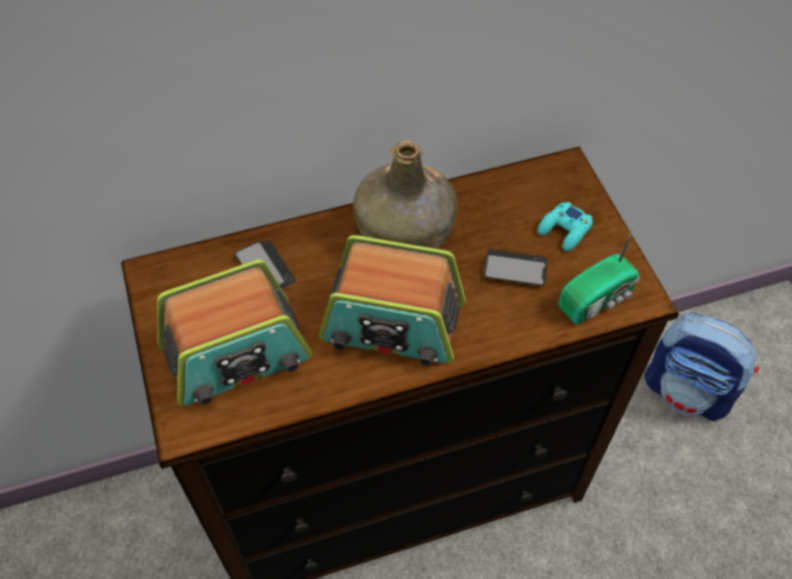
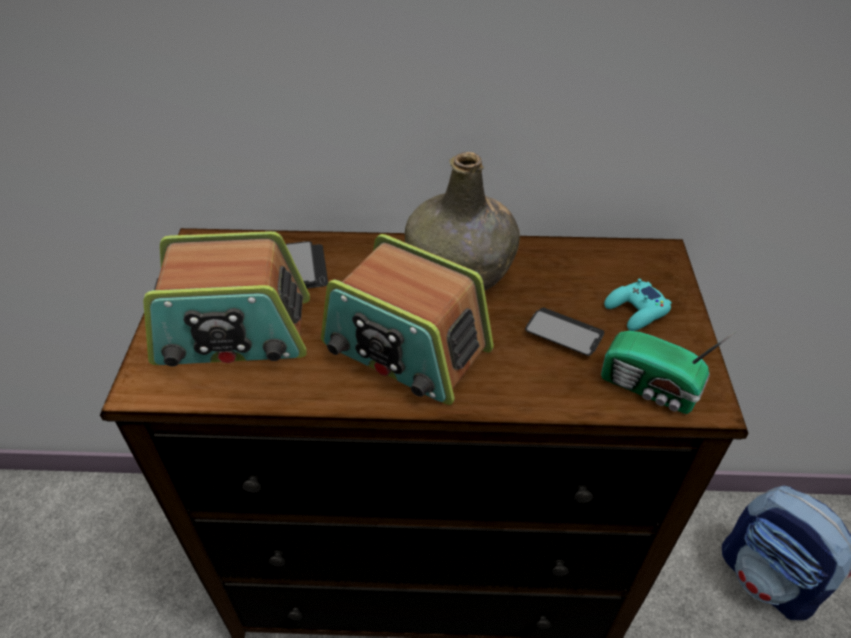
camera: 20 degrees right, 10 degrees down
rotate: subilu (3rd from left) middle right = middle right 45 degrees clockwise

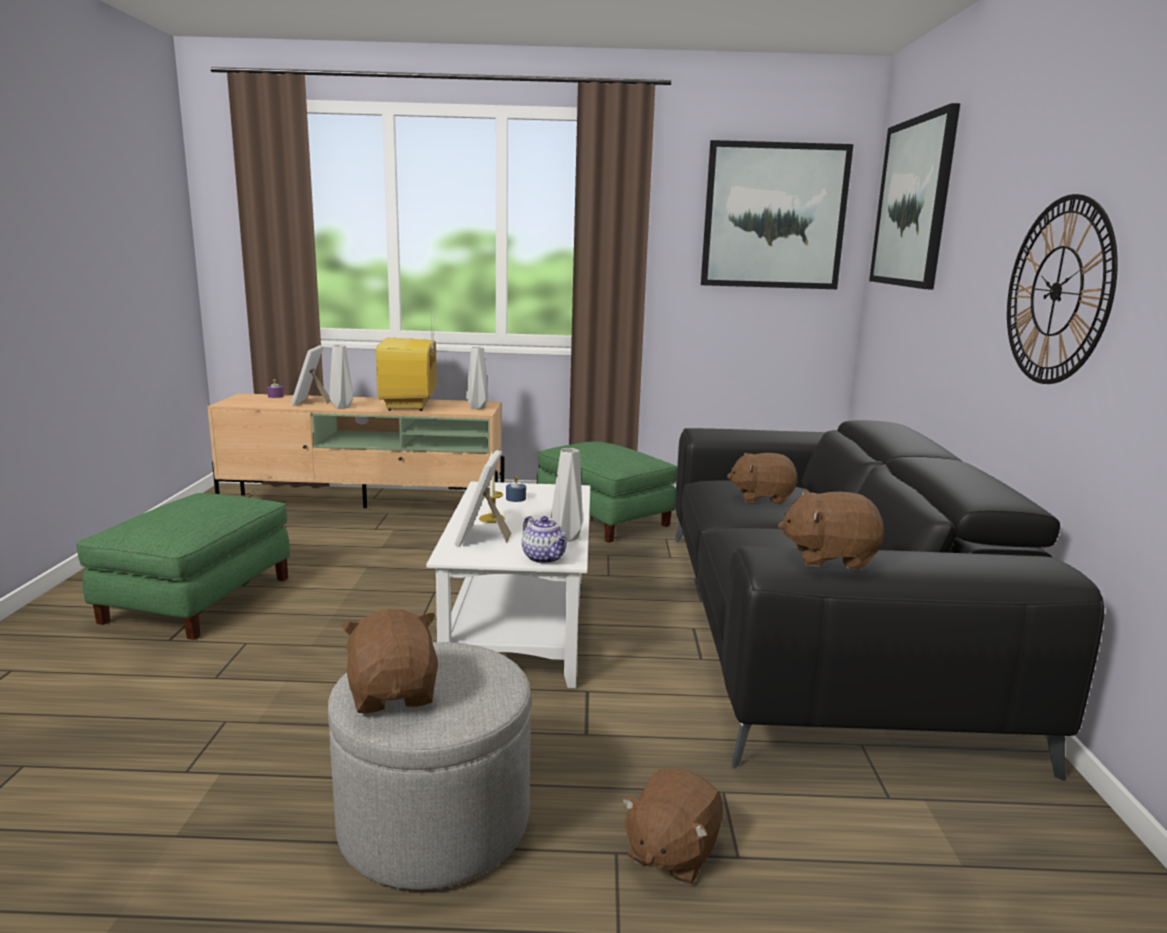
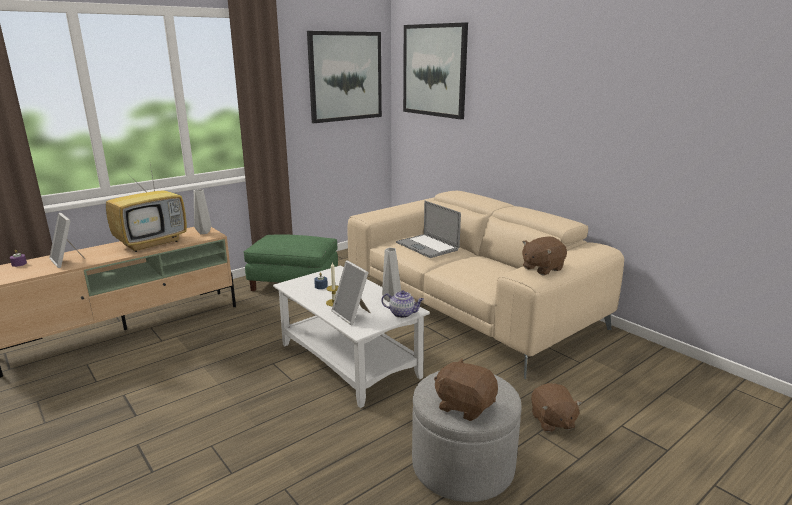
camera: 40 degrees left, 5 degrees up
delete: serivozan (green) (1st from left) middle left; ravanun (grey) (1st from left) middle left; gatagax top right
replace: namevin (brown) (3rd from left) centre to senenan centre
recolor: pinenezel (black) middle right to pinenezel (beige) centre
rotate: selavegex centre = middle left 90 degrees counterclockwise

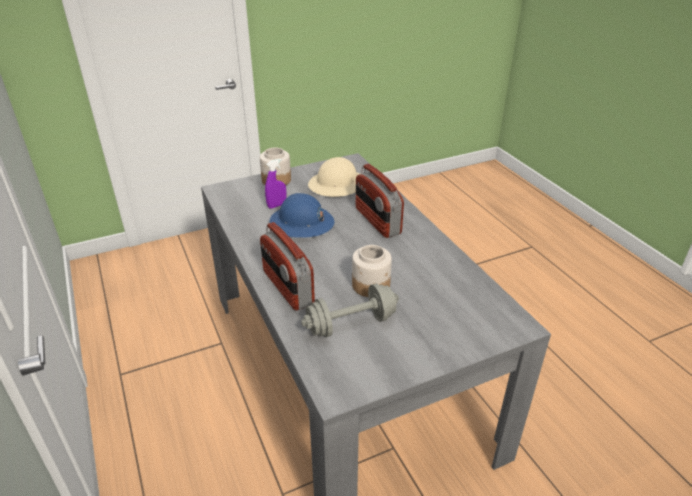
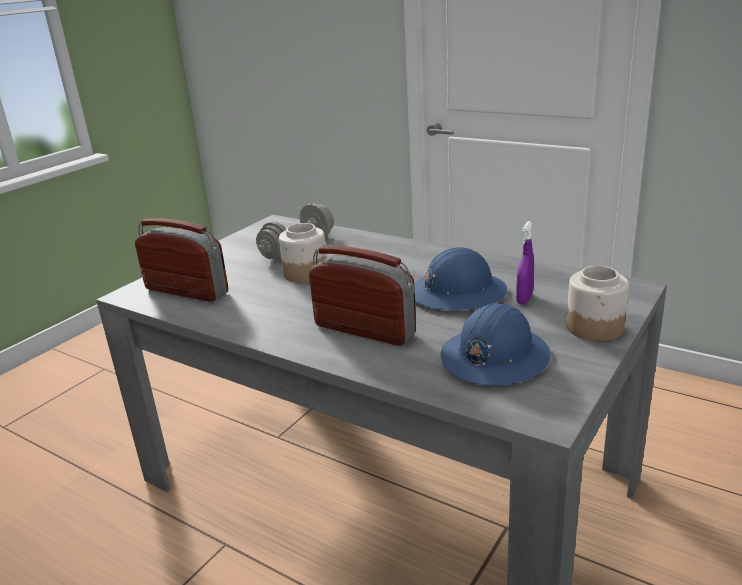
camera: 150 degrees right, 10 degrees down
move: subilu (1st from left) centre to middle left
recolor: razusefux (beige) centre to razusefux (blue) (2nd from left) middle right

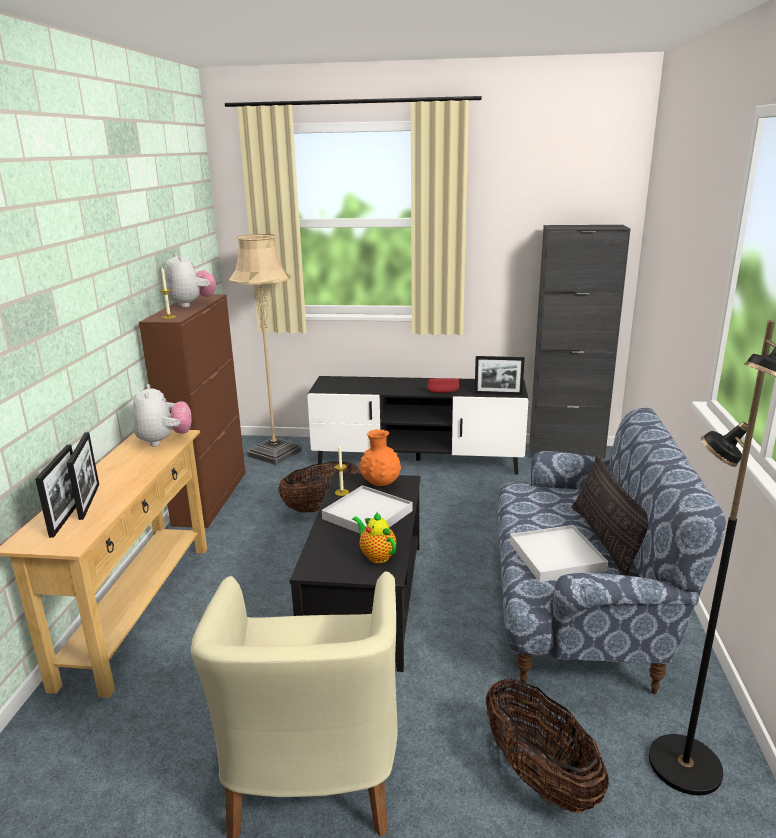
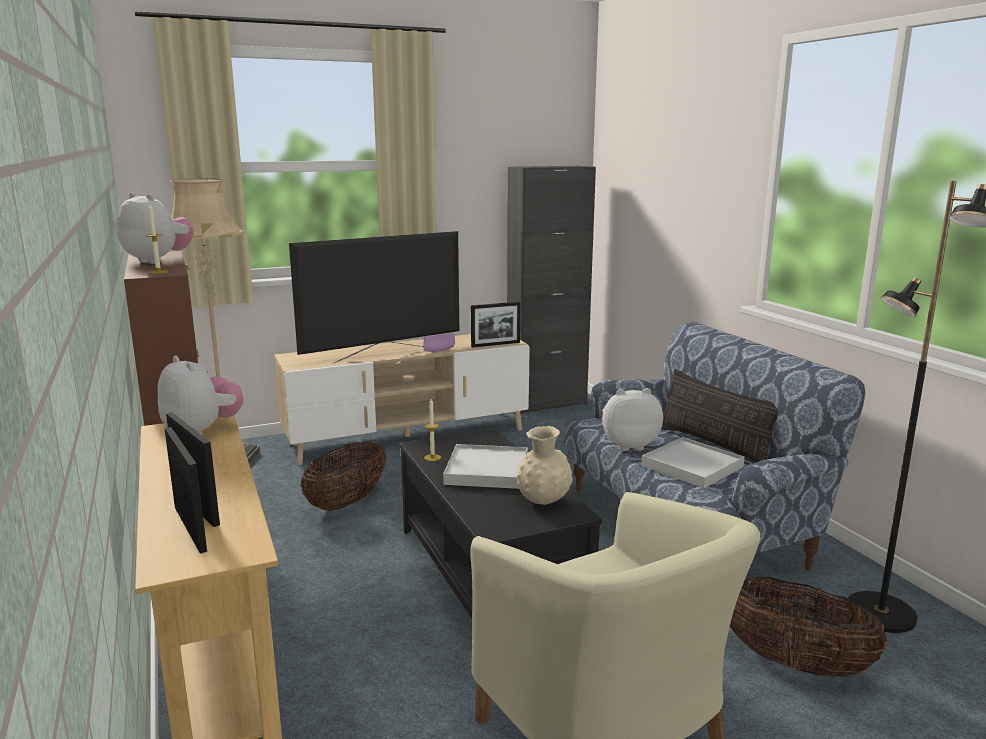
camera: 30 degrees left, 5 degrees down
delete: ravanun (orange) centre
insert: selavegex centre; namevin (3rd from left) centre
replace: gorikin centre to ravanun (beige) centre
recolor: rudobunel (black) centre to rudobunel (beige) centre; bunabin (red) centre to bunabin (purple) centre

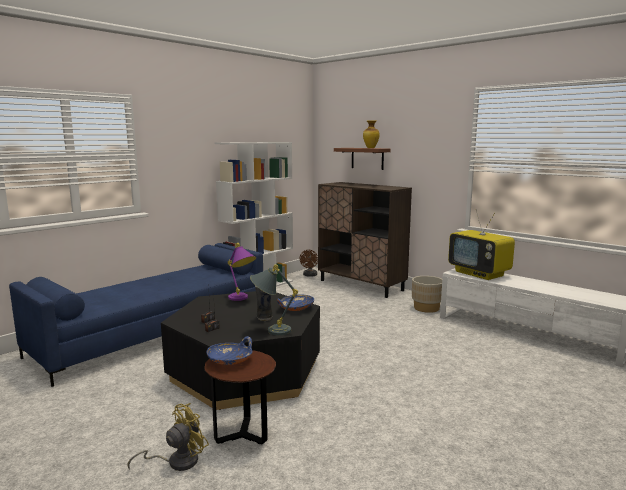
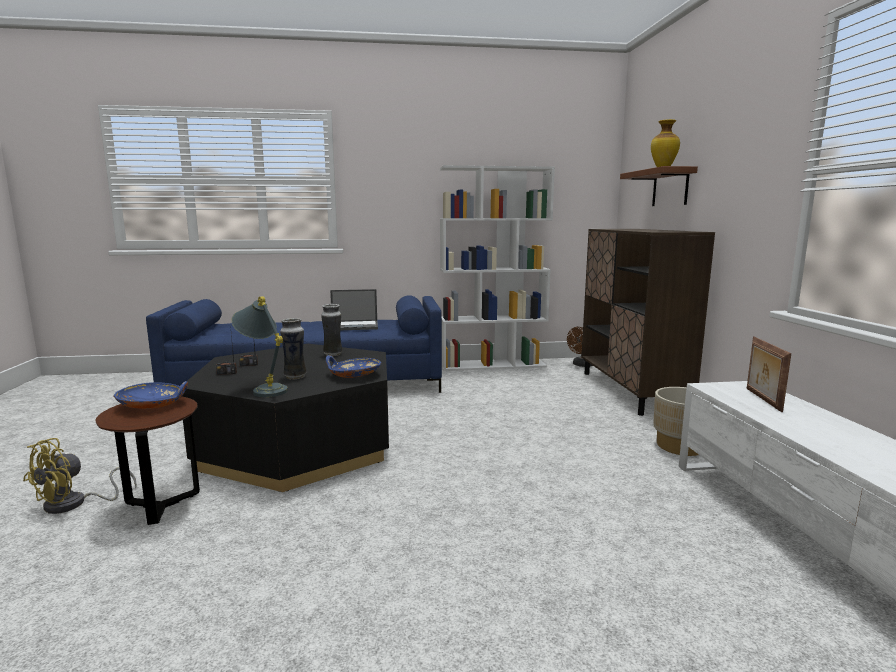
camera: 40 degrees right, 0 degrees up
insert: senenan centre
replace: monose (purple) centre to ravanun (2nd from left) centre; selavegex middle right to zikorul middle right
rotate: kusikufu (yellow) bottom left = bottom left 120 degrees clockwise

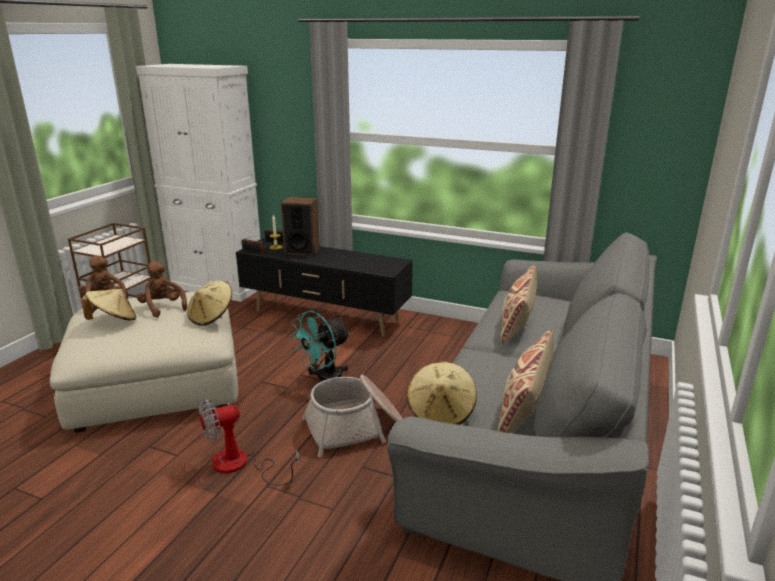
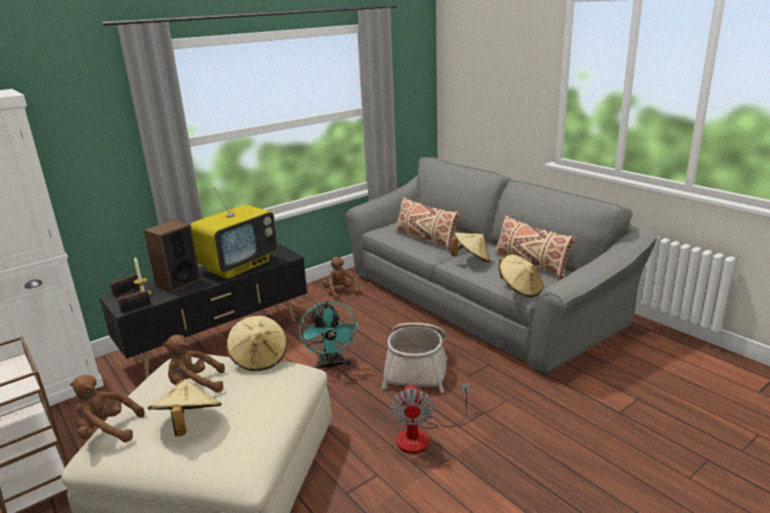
camera: 60 degrees left, 0 degrees up
insert: selavegex middle left; namevin (brown) (3rd from left) centre; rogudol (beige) (3rd from left) centre

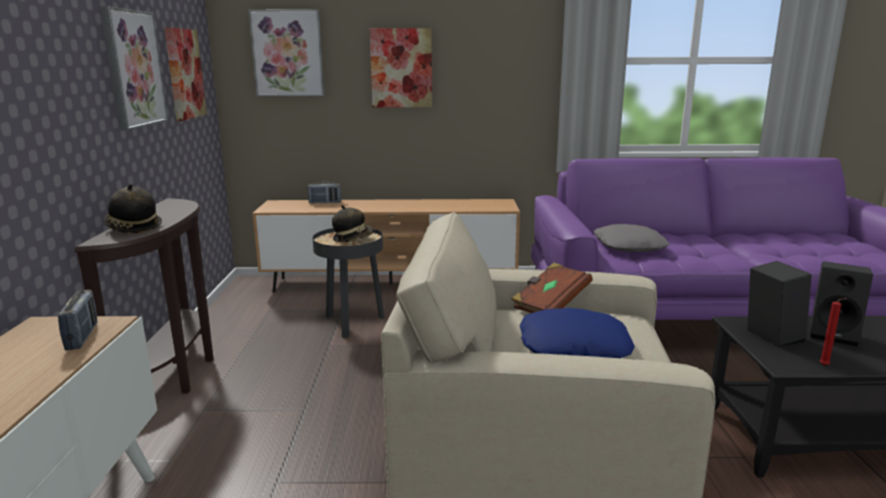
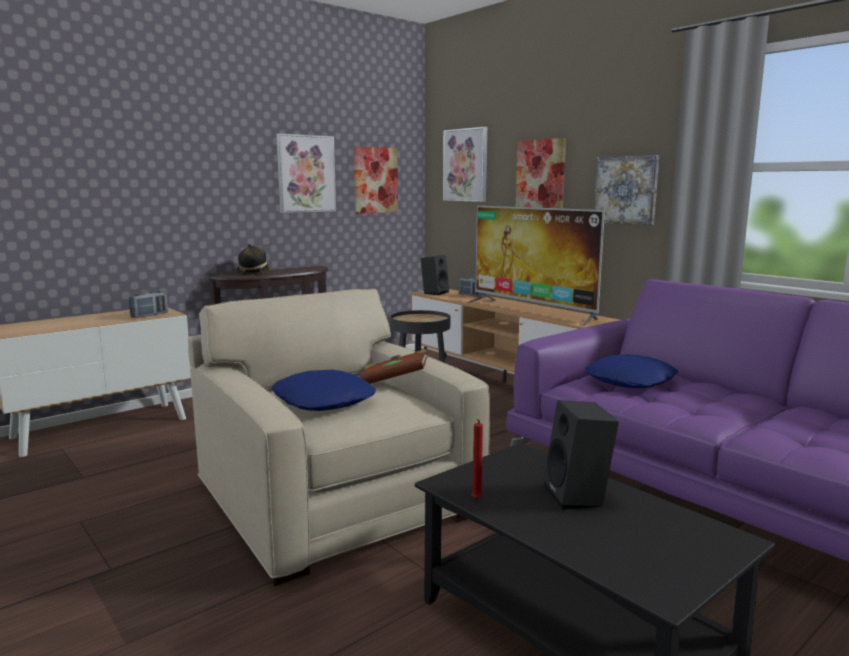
camera: 50 degrees right, 5 degrees down
delete: rogudol (2nd from left) centre
insert: selavegex centre; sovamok (5th from left) top right
move: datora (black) (1st from left) middle right to centre
recolor: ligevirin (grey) middle right to ligevirin (blue) (2nd from left) middle right

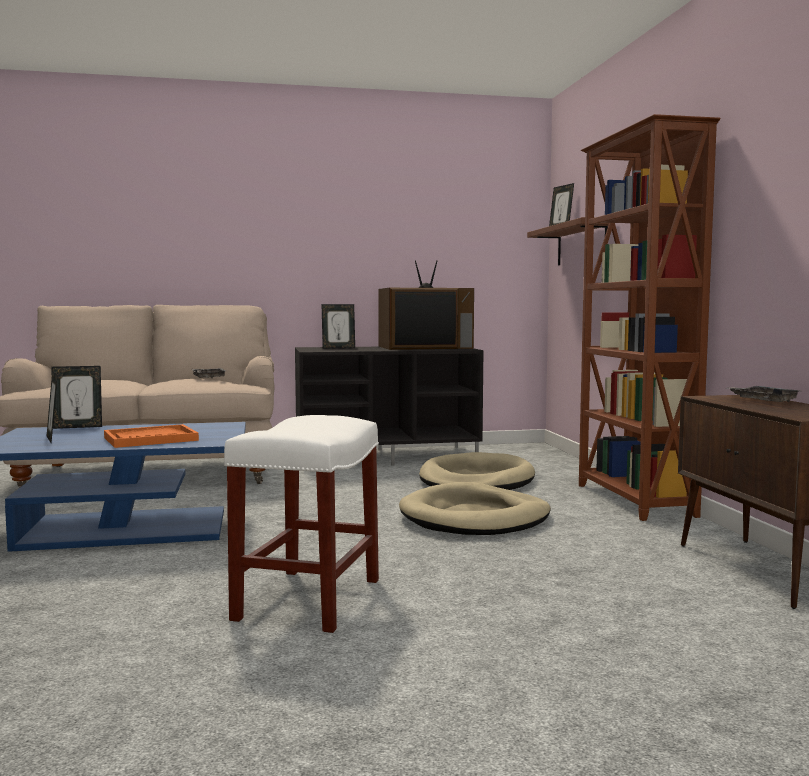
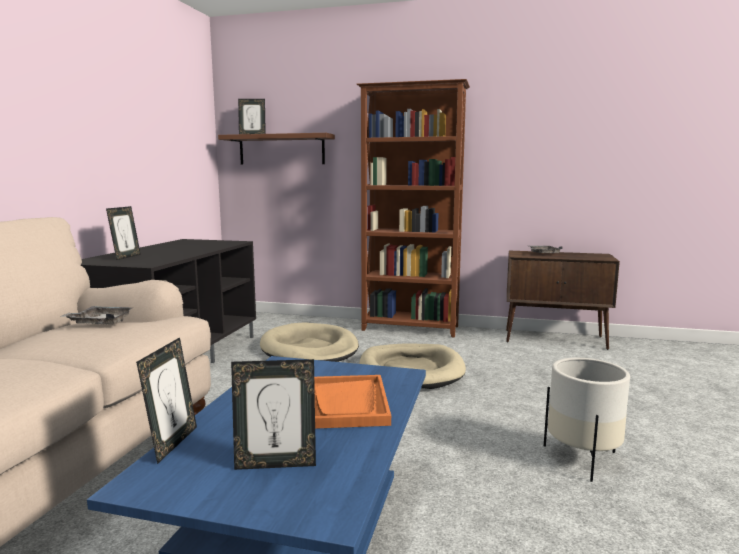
camera: 65 degrees left, 5 degrees up
delete: selavegex centre
replace: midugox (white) bottom centre to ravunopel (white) bottom right

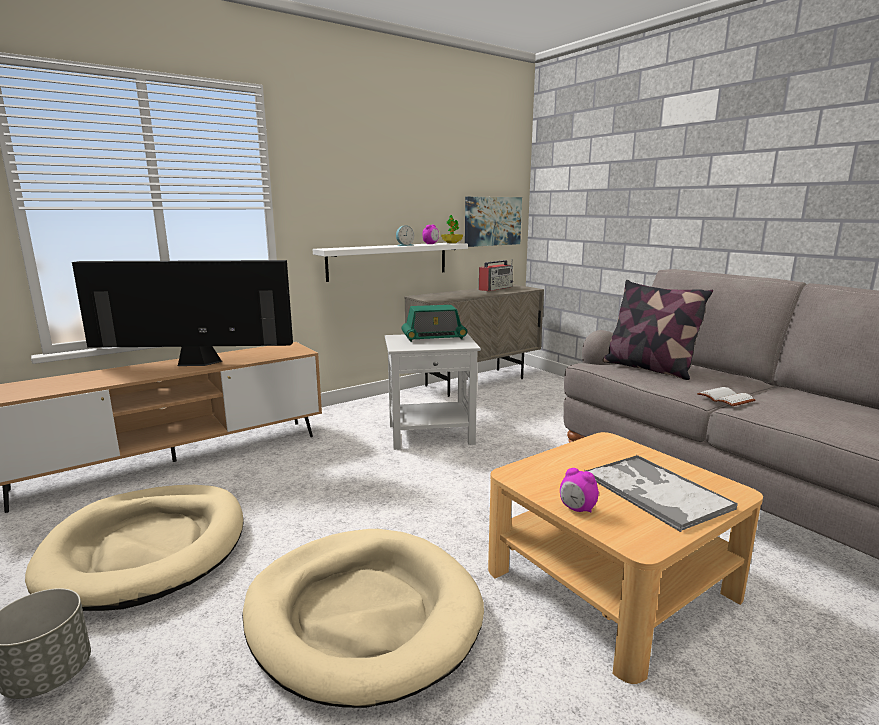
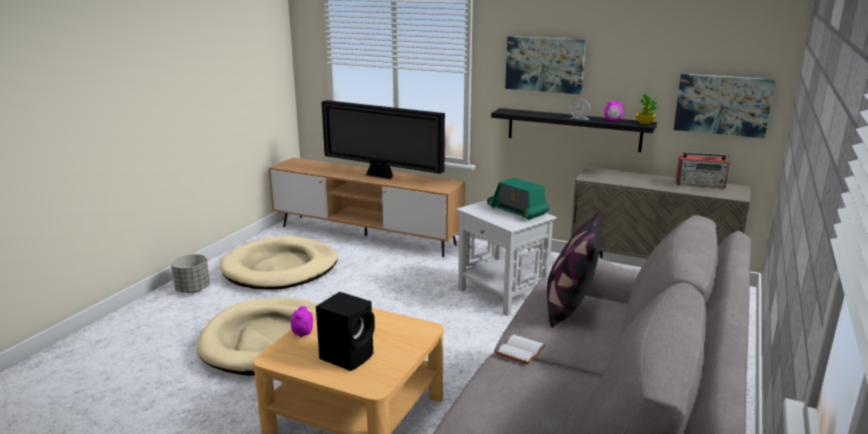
camera: 60 degrees right, 5 degrees up
insert: sovamok (1st from left) top centre
replace: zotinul bottom right to datora (black) bottom centre
recolor: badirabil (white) centre to badirabil (black) top centre
rotate: selavegex middle left = top centre 150 degrees clockwise

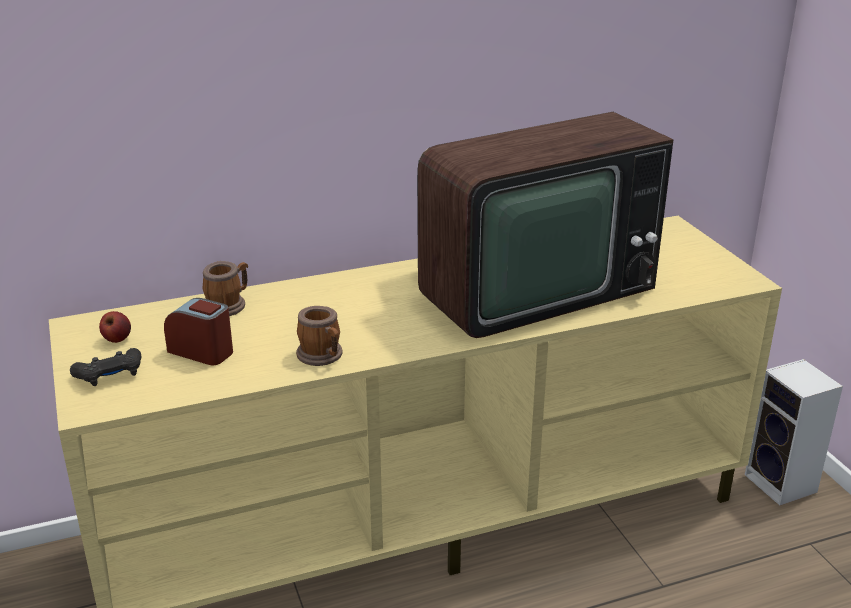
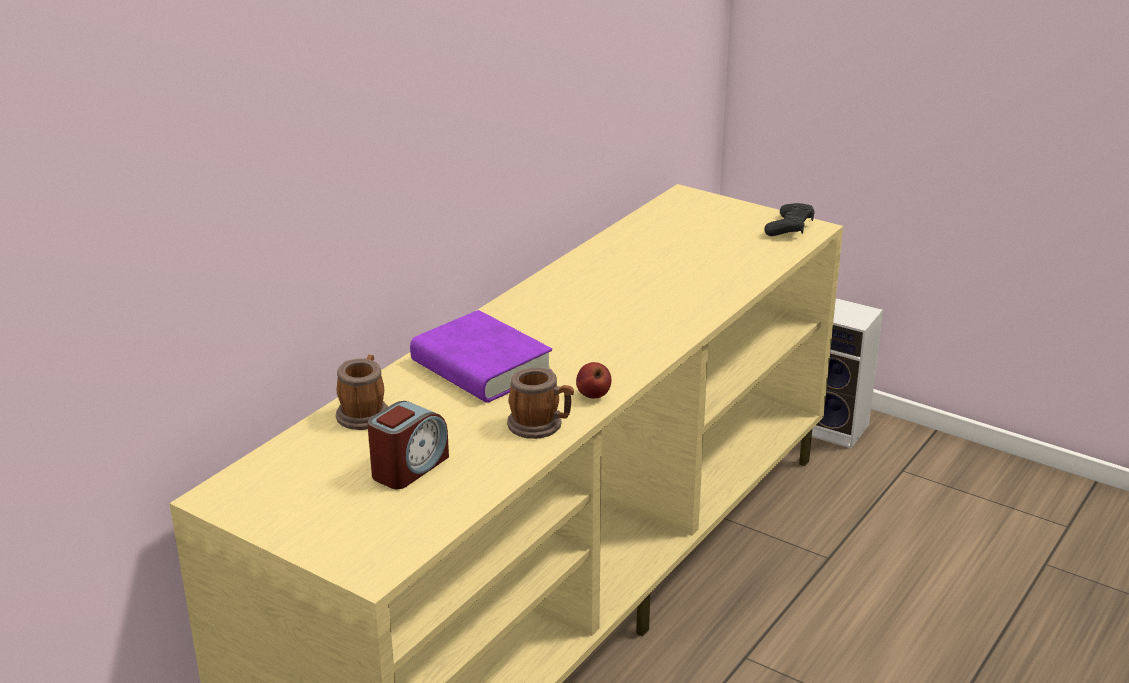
camera: 35 degrees left, 0 degrees up
delete: selavegex centre
insert: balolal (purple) centre
move: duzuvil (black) middle left to top right; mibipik middle left to centre
rotate: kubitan middle left = centre 135 degrees clockwise

